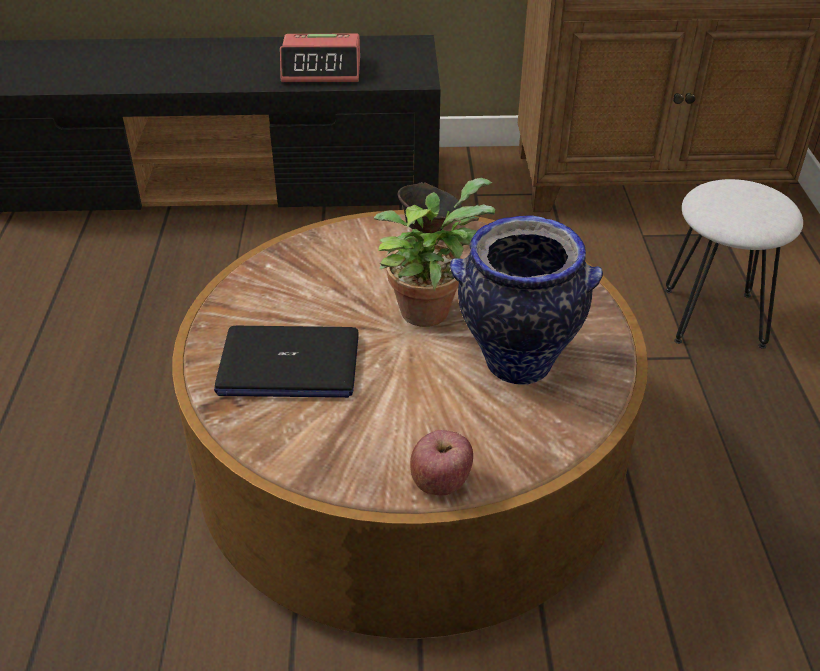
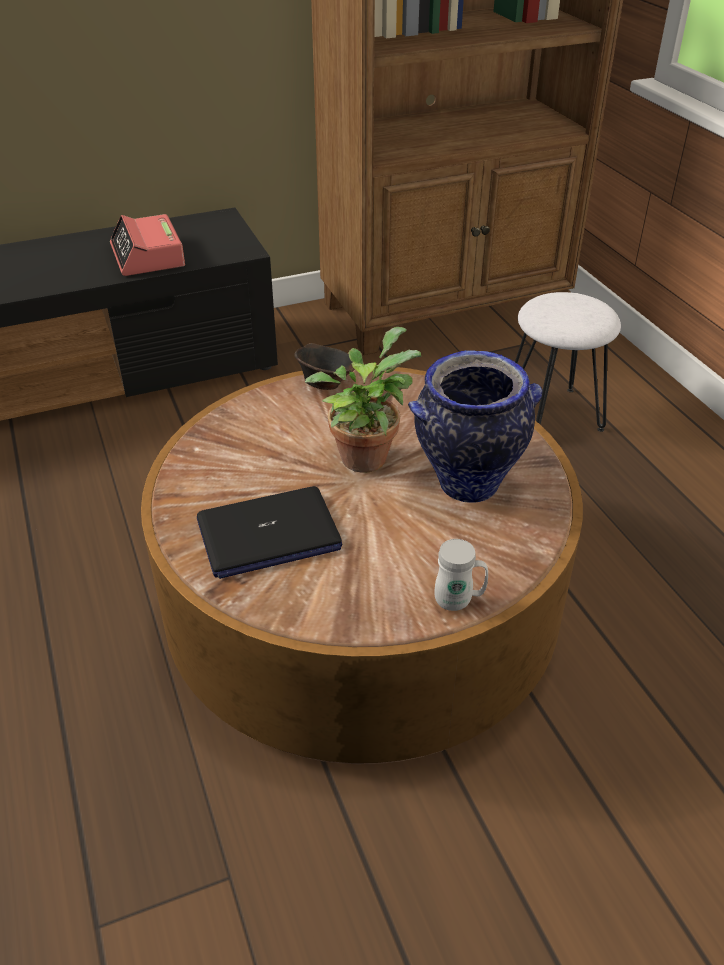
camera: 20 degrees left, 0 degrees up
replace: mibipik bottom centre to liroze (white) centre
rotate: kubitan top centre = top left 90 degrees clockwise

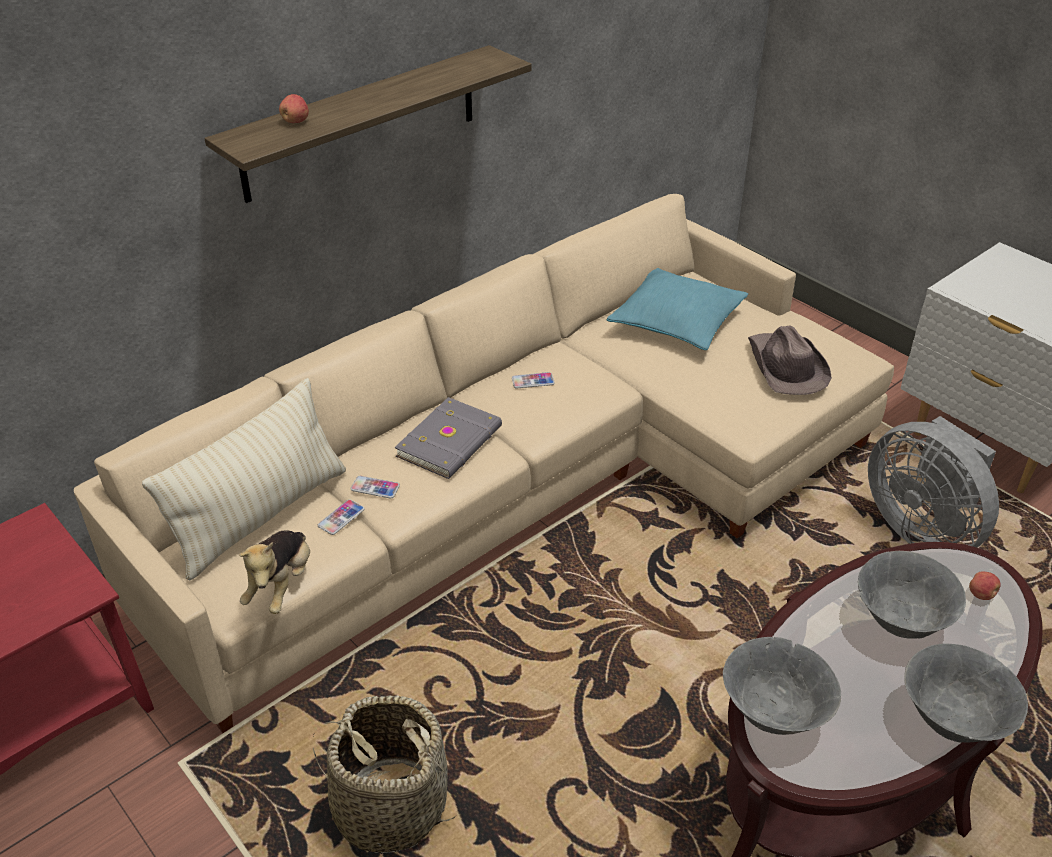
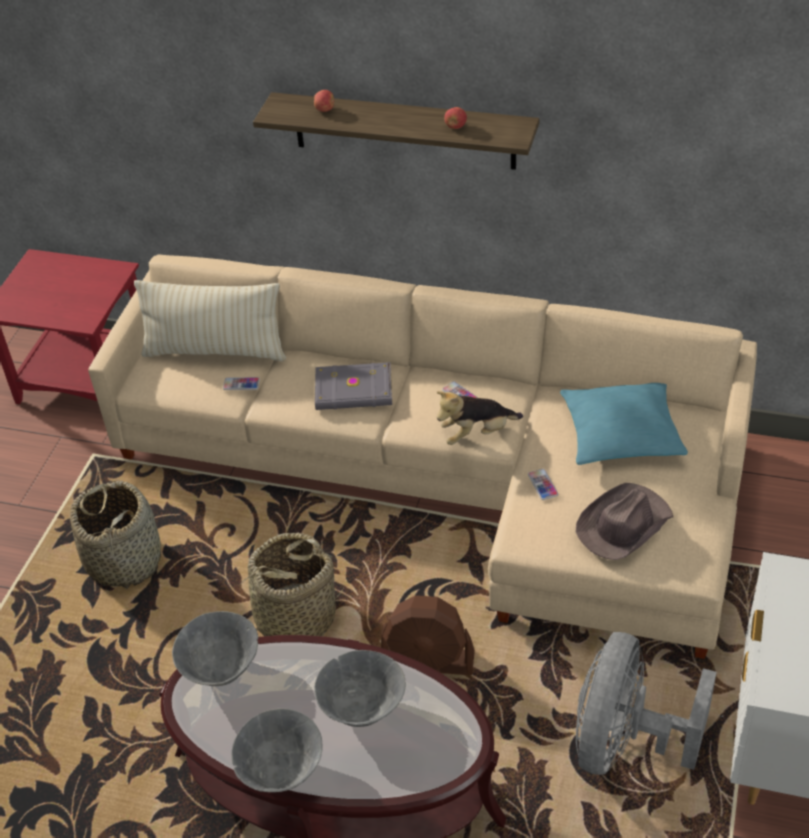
camera: 60 degrees right, 5 degrees up
insert: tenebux (2nd from left) bottom centre; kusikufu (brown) bottom centre
move: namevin bottom left to centre; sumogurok (2nd from left in the first image) centre to sumogurok (3rd from left) middle right; mibipik (2nd from left) bottom right to top centre

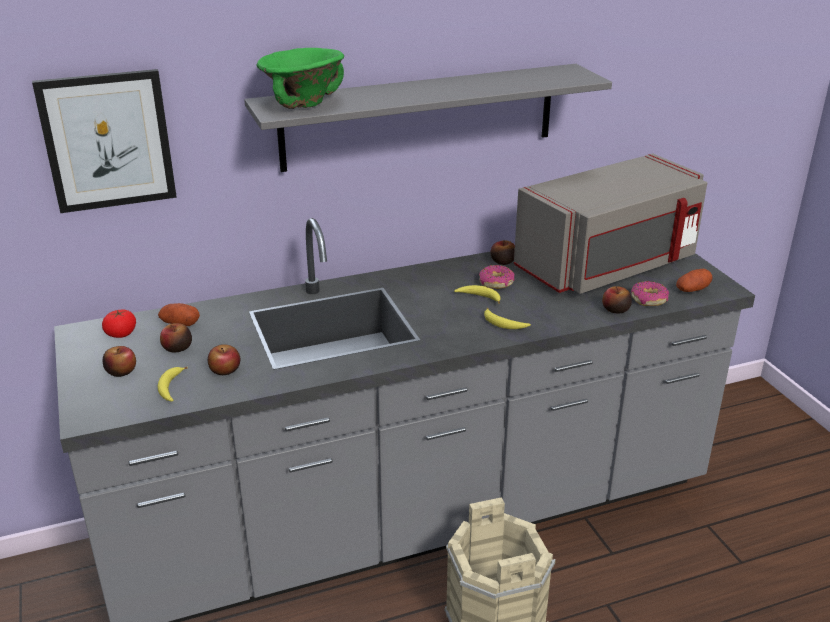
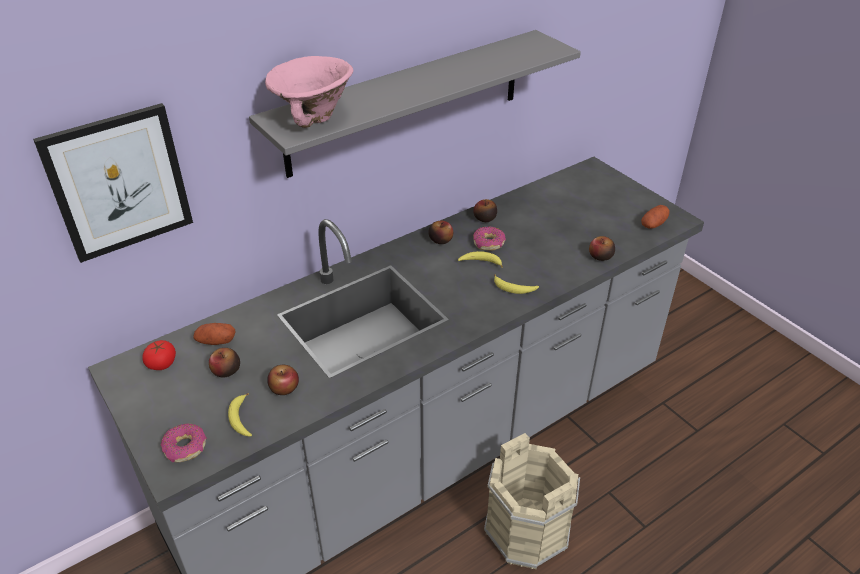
camera: 15 degrees left, 10 degrees up
delete: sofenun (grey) middle right
move: mibipik (1st from left in the first image) middle left to mibipik (3rd from left) centre; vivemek (2nd from left in the first image) middle right to vivemek (1st from left) bottom left
recolor: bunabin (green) top centre to bunabin (pink) top centre

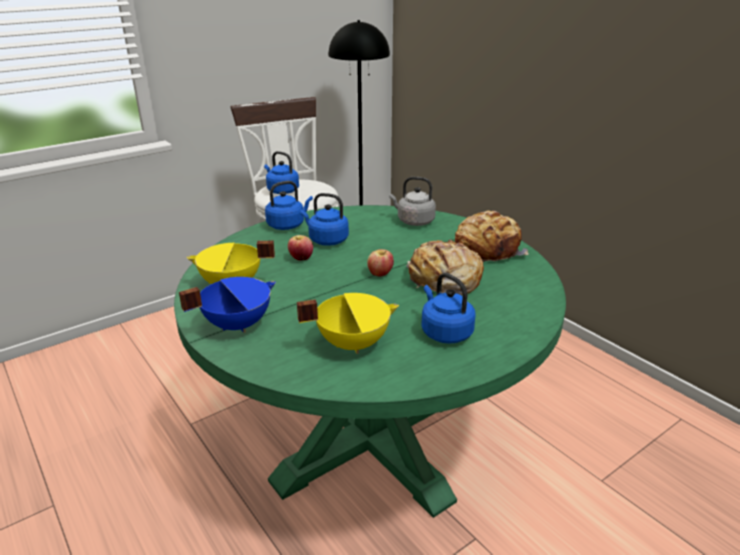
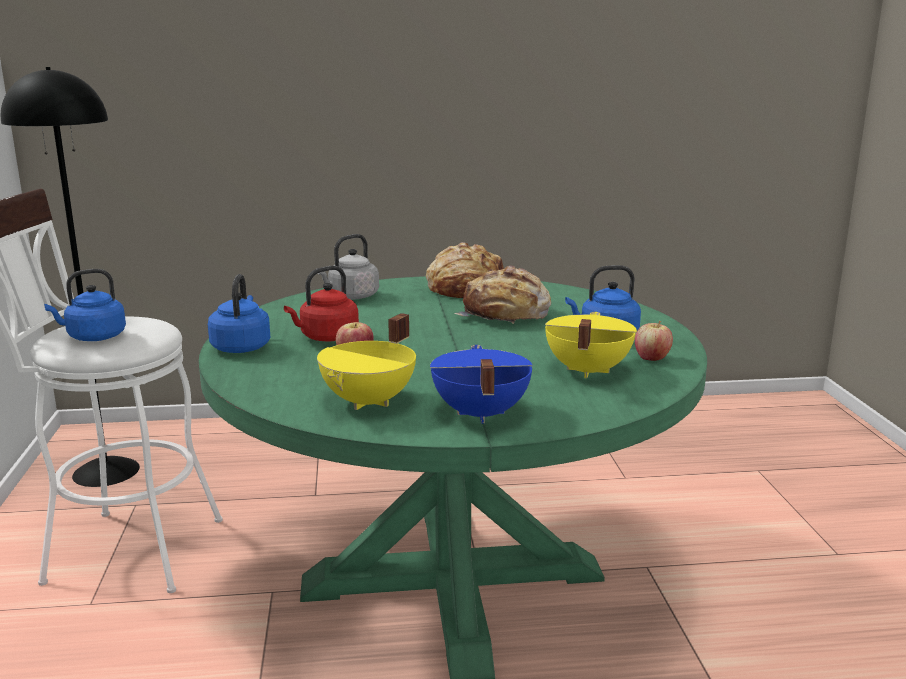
camera: 60 degrees left, 10 degrees down
move: mibipik (2nd from left) centre to middle right
recolor: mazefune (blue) (3rd from left) centre to mazefune (red) centre

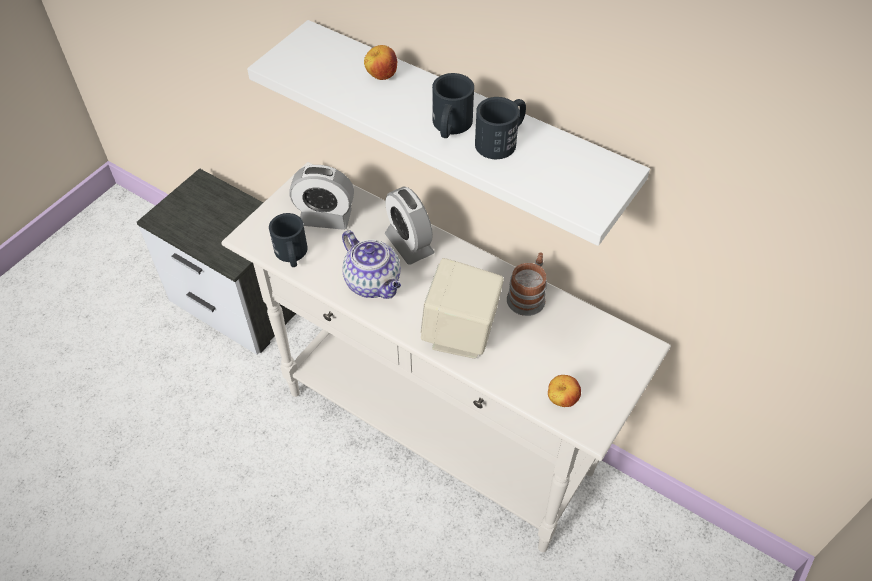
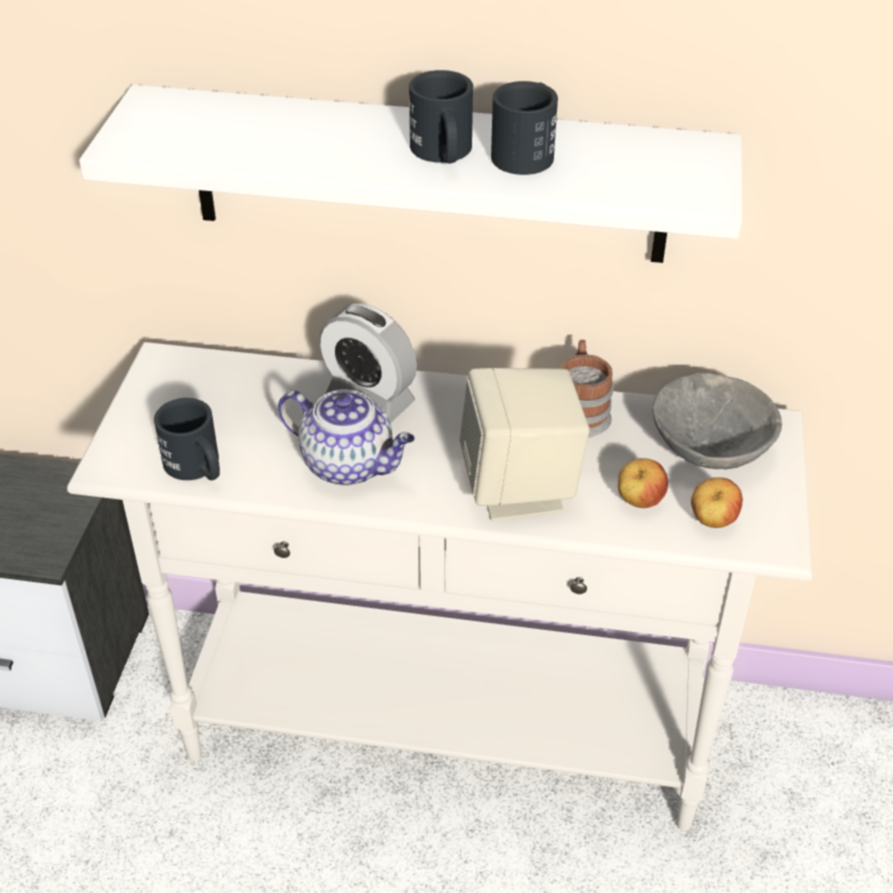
camera: 25 degrees left, 10 degrees down
delete: kubitan (1st from left) centre
insert: bunabin (grey) middle right
move: mibipik (1st from left) top centre to middle right

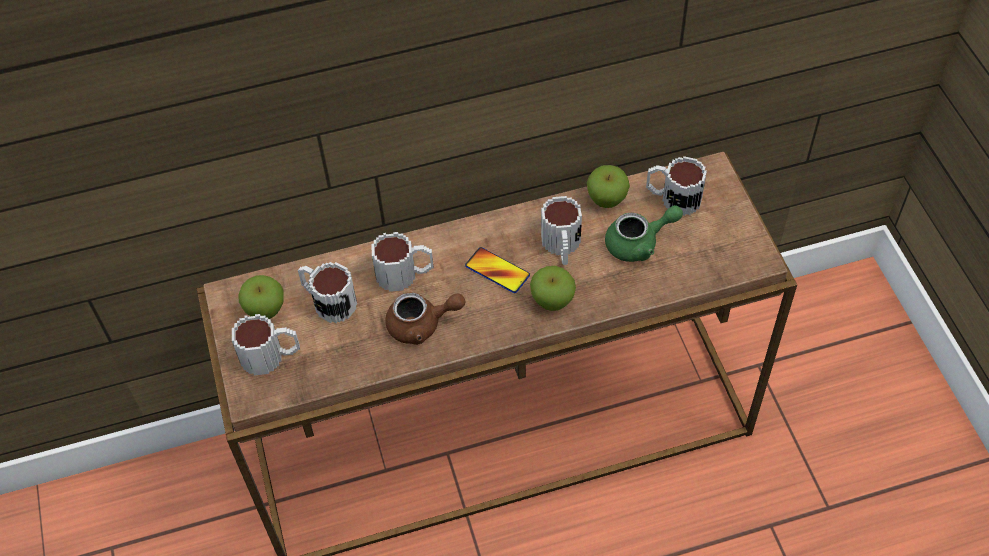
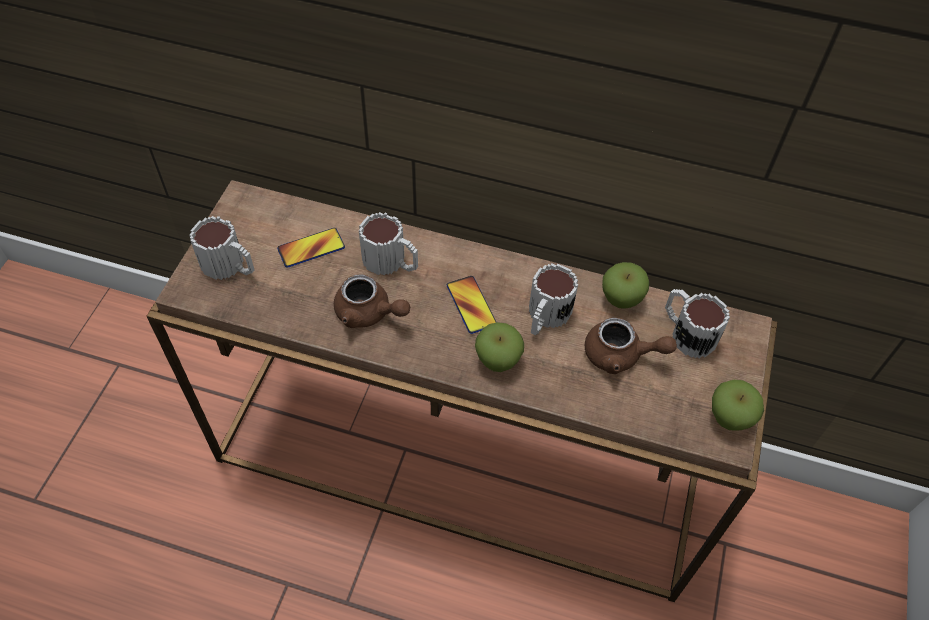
camera: 30 degrees right, 0 degrees up
move: mibipik (1st from left in the first image) middle left to mibipik (3rd from left) middle right
replace: liroze (2nd from left) middle left to sumogurok (1st from left) centre
recolor: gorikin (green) centre to gorikin (brown) (2nd from left) middle right

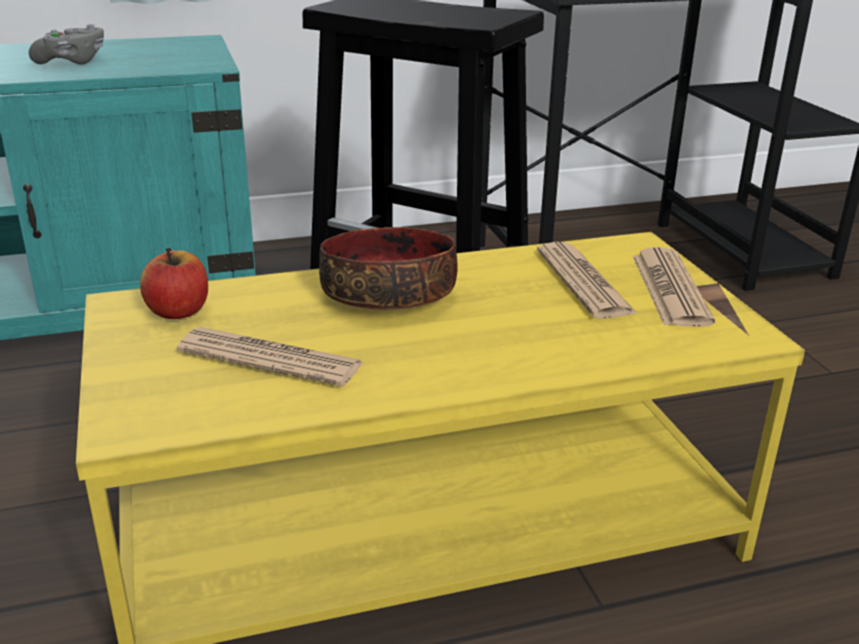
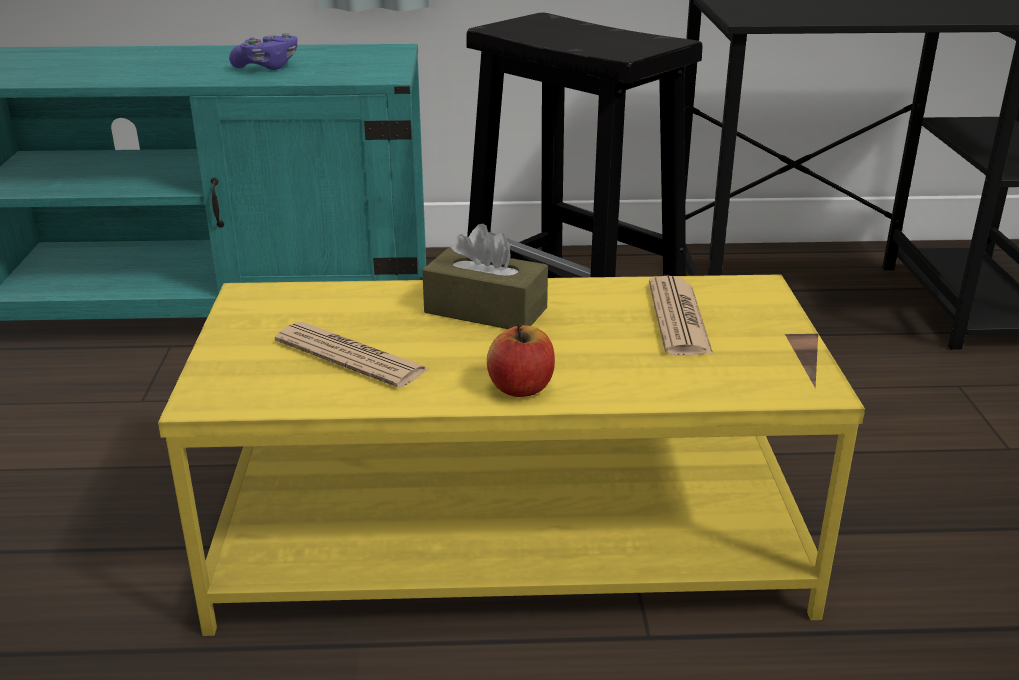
camera: 15 degrees right, 0 degrees up
delete: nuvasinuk (3rd from left) middle right
move: mibipik middle left to centre
replace: bunabin centre to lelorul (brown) centre
recolor: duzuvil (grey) top left to duzuvil (purple) top left

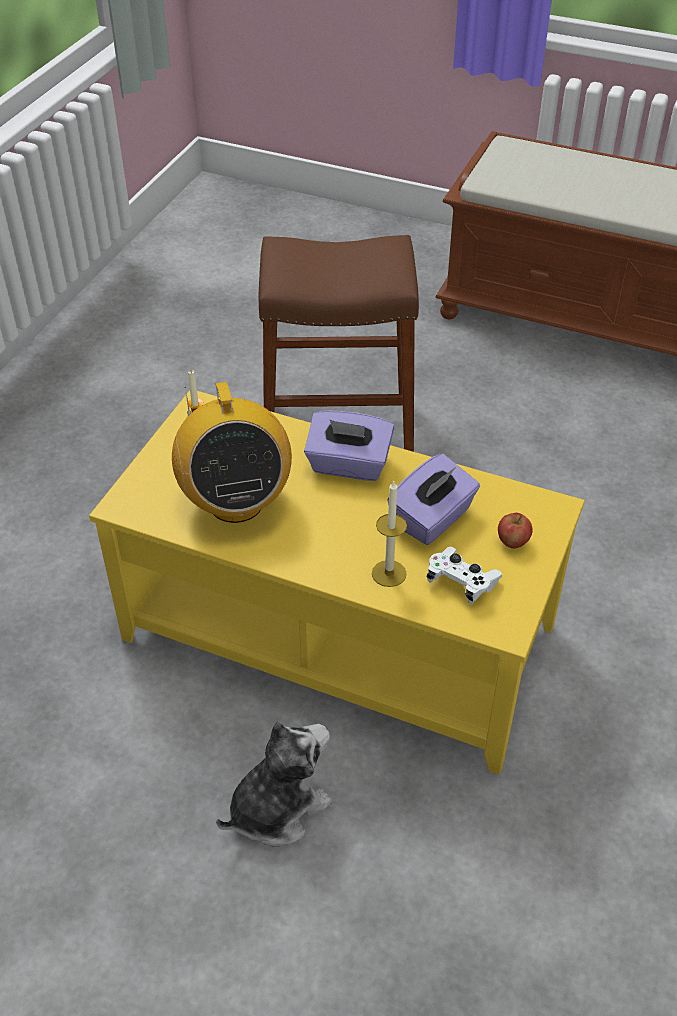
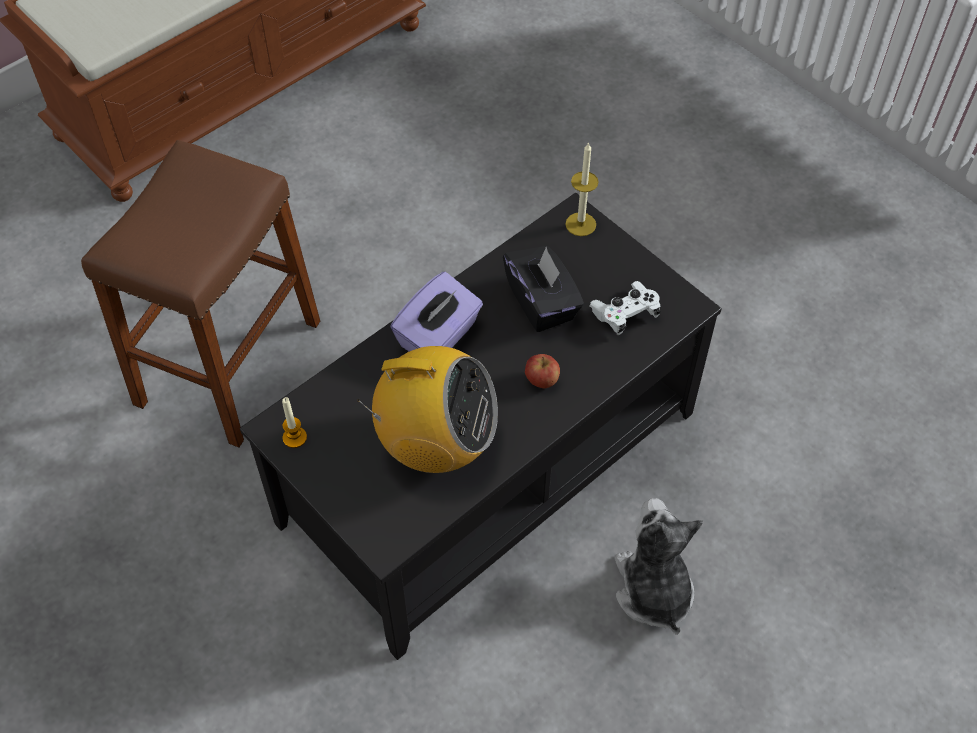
camera: 65 degrees left, 10 degrees up
move: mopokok (2nd from left) centre to top centre; mibipik middle right to centre
recolor: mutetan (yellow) centre to mutetan (black) centre; lelorul (purple) (2nd from left) centre to lelorul (black) centre

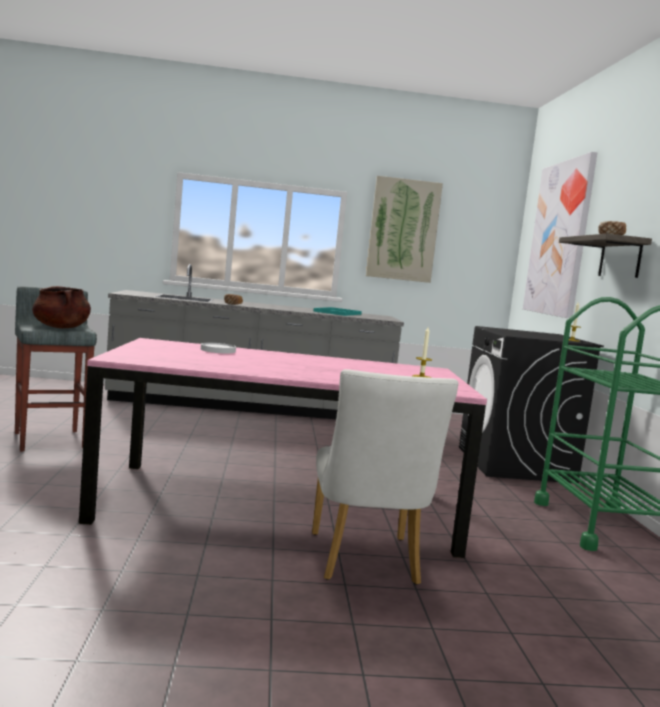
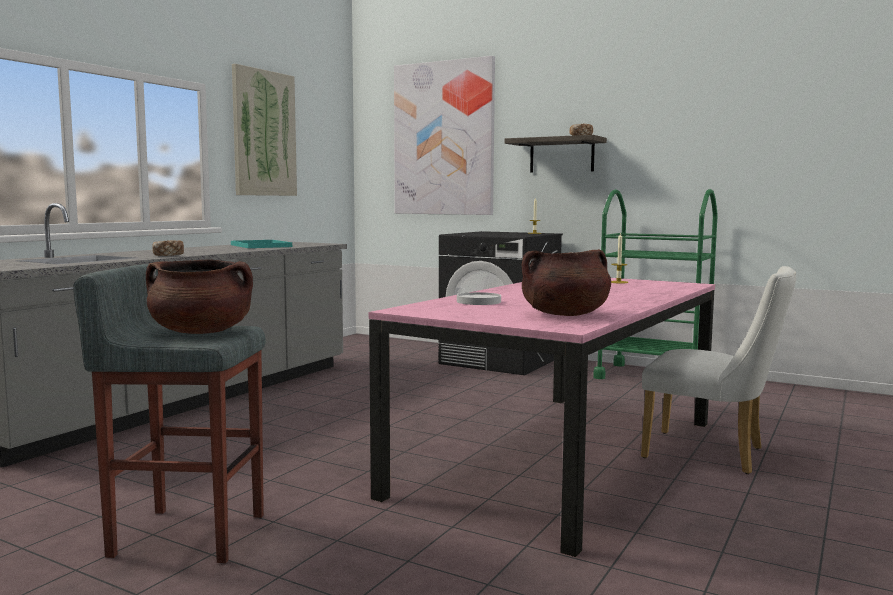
camera: 55 degrees left, 0 degrees up
insert: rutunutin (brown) (2nd from left) centre

